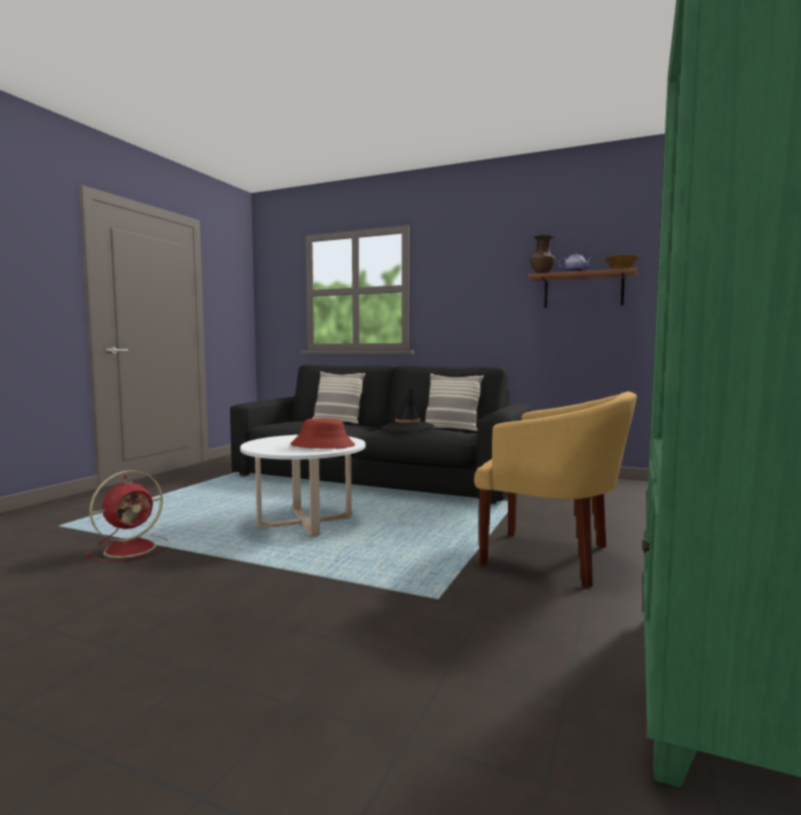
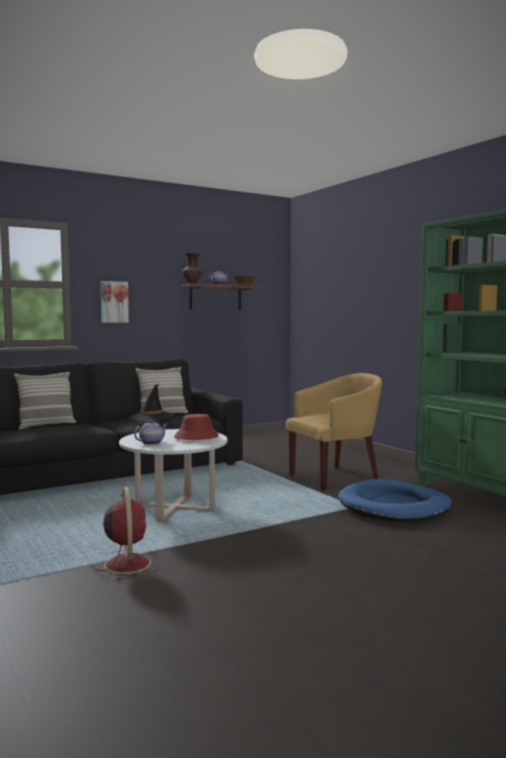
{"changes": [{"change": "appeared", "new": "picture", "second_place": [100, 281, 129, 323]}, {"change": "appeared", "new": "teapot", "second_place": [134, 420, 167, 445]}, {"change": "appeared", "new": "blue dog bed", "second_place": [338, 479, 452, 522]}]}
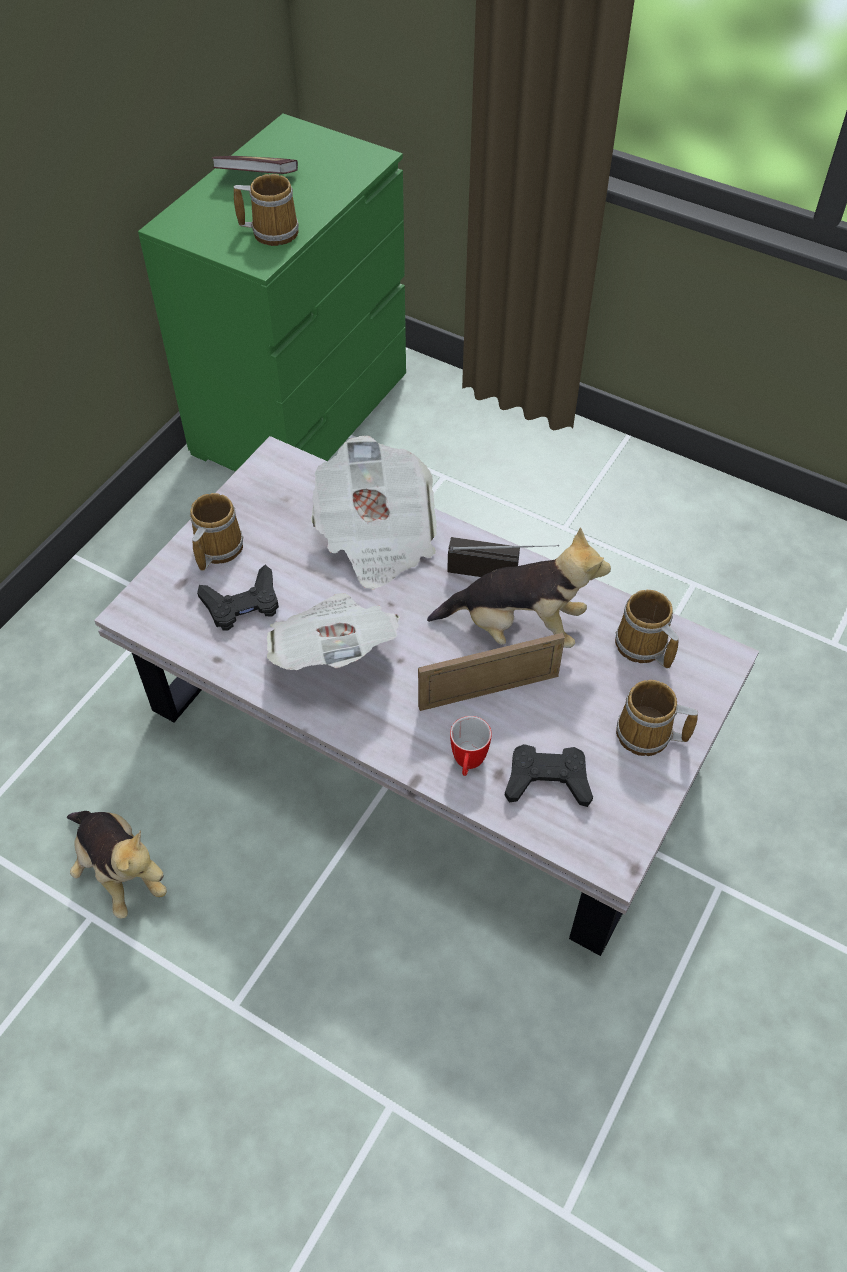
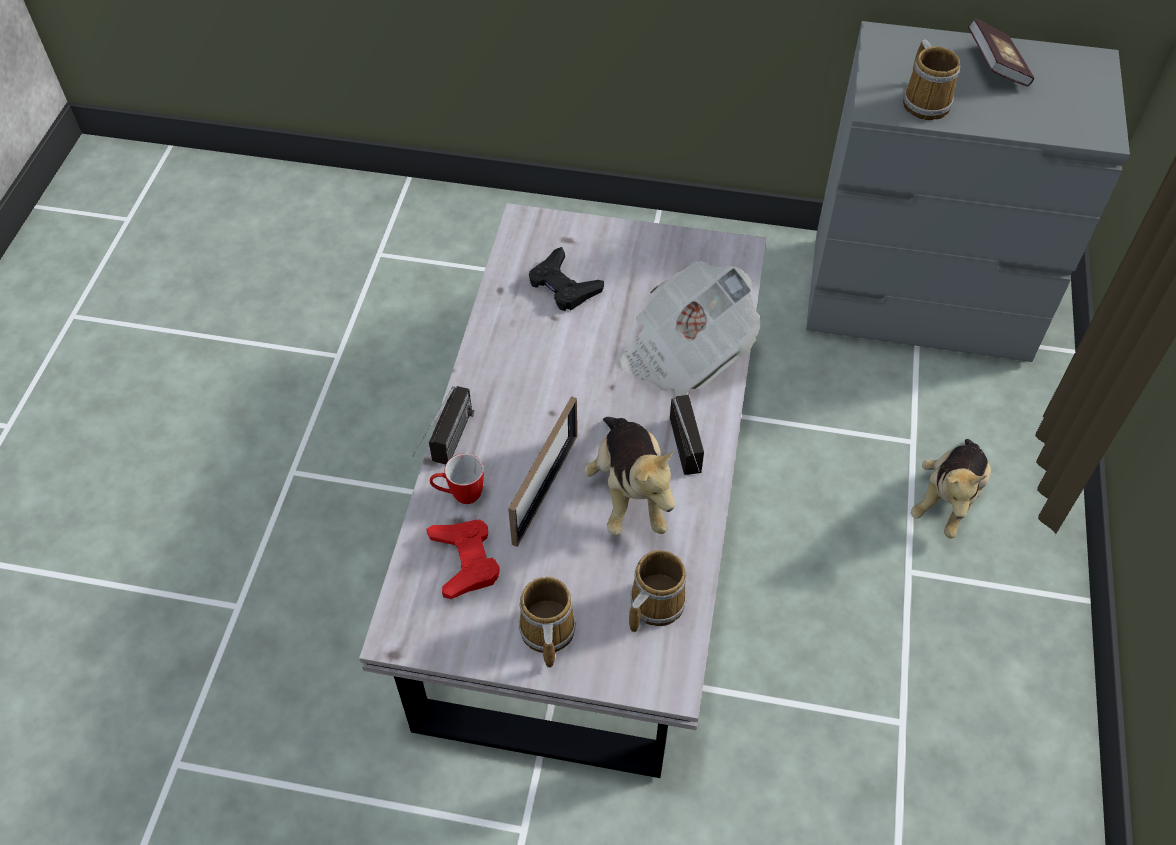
{"changes": [{"change": "appeared", "new": "radio", "second_place": [412, 386, 474, 464]}, {"change": "colour", "old": "black game controller", "new": "red game controller", "first_place": [505, 744, 593, 807], "second_place": [426, 520, 500, 599]}, {"change": "spun", "old": "picture frame", "first_place": [418, 633, 565, 711], "second_place": [508, 396, 577, 547], "degrees": 60}, {"change": "colour", "old": "green dresser", "new": "grey dresser", "first_place": [138, 114, 406, 472], "second_place": [806, 21, 1130, 362]}, {"change": "relocated", "old": "plush toy", "first_place": [67, 811, 167, 919], "second_place": [911, 439, 991, 538]}, {"change": "missing", "old": "mug", "first_place": [190, 493, 243, 571]}, {"change": "missing", "old": "newspaper", "first_place": [267, 593, 400, 670]}]}
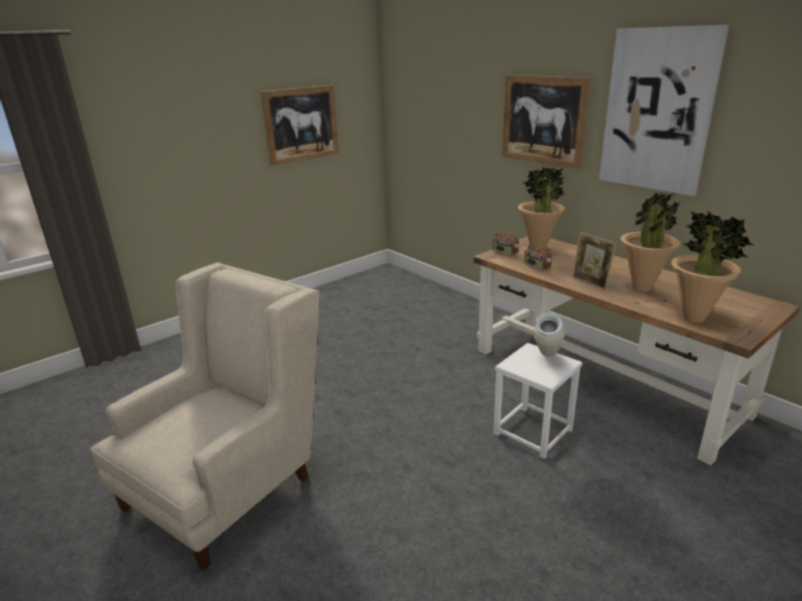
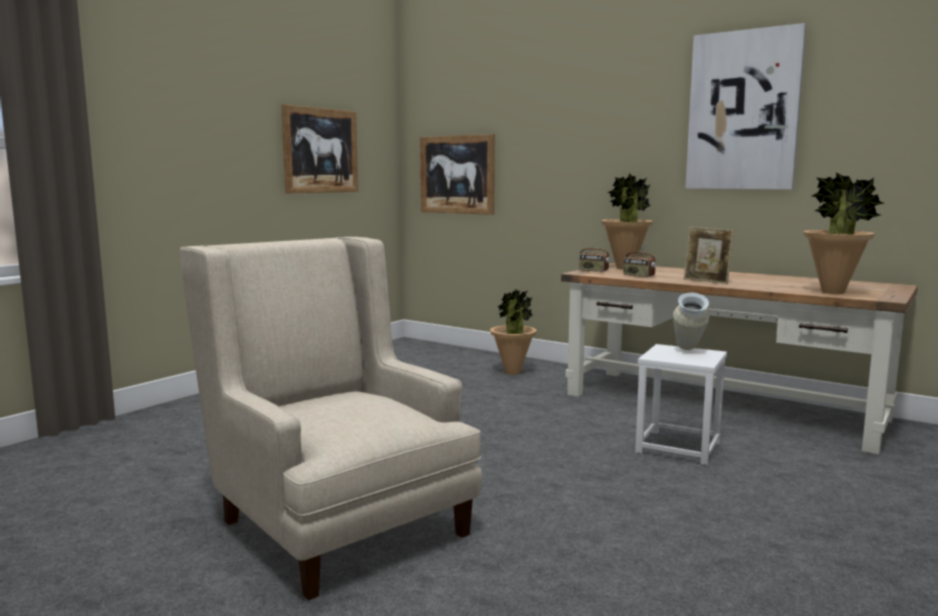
{"changes": [{"change": "spun", "old": "beige armchair", "first_place": [91, 262, 320, 570], "second_place": [179, 237, 482, 600], "degrees": -60}, {"change": "relocated", "old": "picture", "first_place": [502, 75, 591, 169], "second_place": [420, 134, 495, 215]}, {"change": "relocated", "old": "potted plant", "first_place": [621, 192, 681, 292], "second_place": [490, 289, 537, 375]}]}
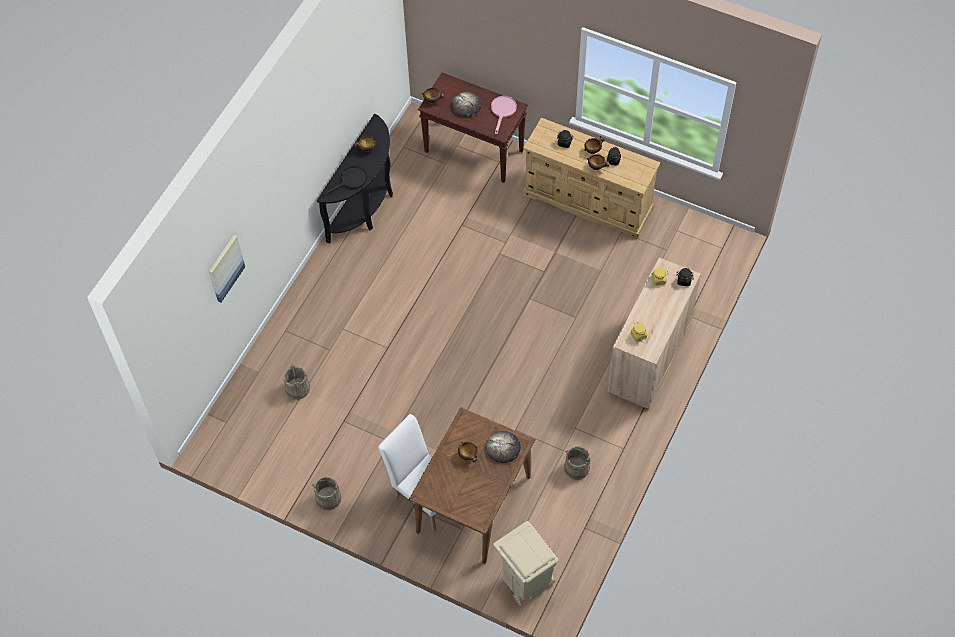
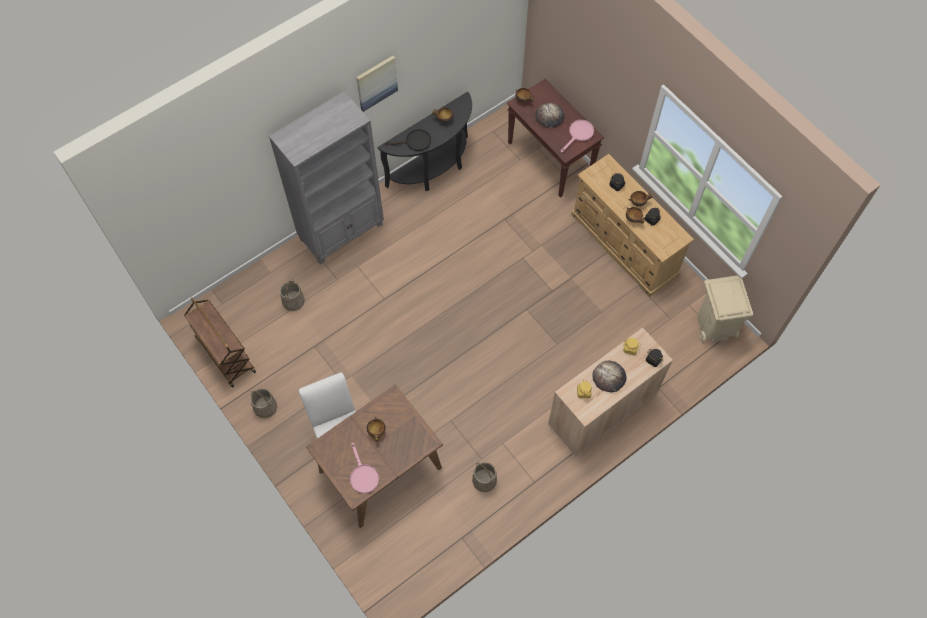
{"changes": [{"change": "appeared", "new": "brown cart", "second_place": [184, 298, 256, 388]}, {"change": "appeared", "new": "grey bookcase", "second_place": [269, 91, 384, 264]}, {"change": "appeared", "new": "pink frying pan", "second_place": [350, 443, 379, 493]}, {"change": "relocated", "old": "picture", "first_place": [209, 235, 245, 302], "second_place": [356, 56, 398, 112]}, {"change": "relocated", "old": "bread", "first_place": [486, 431, 521, 463], "second_place": [592, 361, 627, 392]}, {"change": "relocated", "old": "beige trash can", "first_place": [493, 521, 559, 606], "second_place": [697, 275, 753, 343]}]}
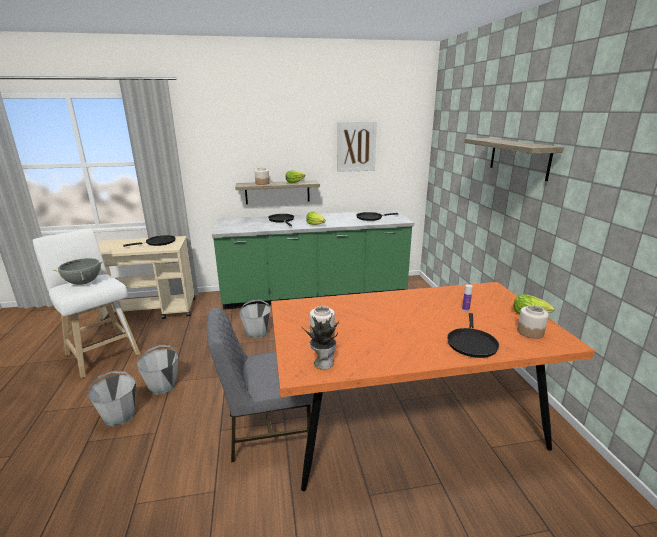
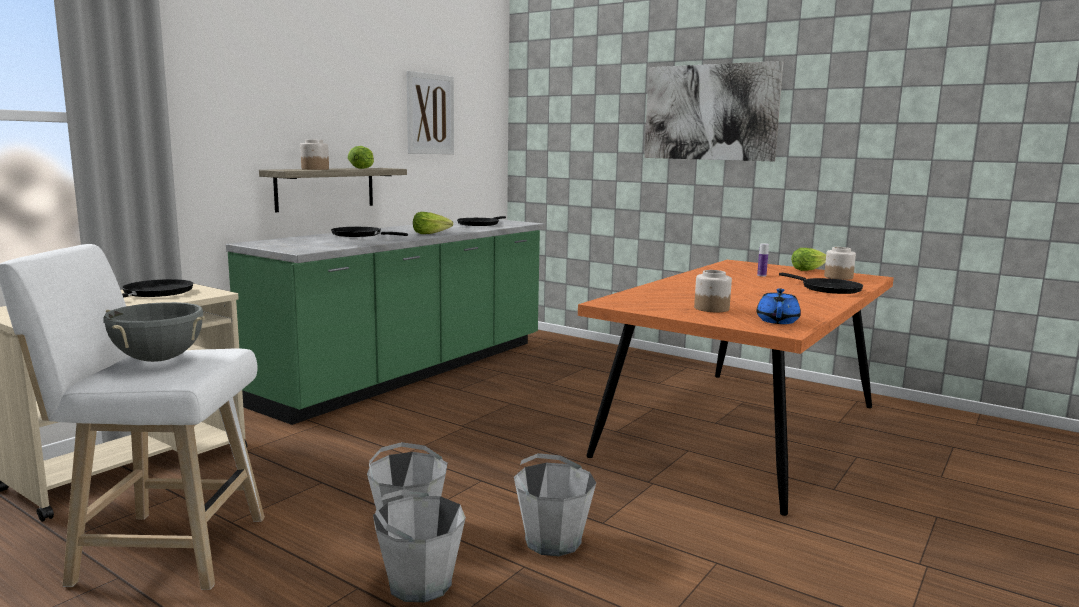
{"changes": [{"change": "relocated", "old": "grey bucket", "first_place": [239, 300, 271, 339], "second_place": [514, 453, 596, 556]}, {"change": "exchanged", "old": "shelf", "new": "picture", "first_place": [465, 138, 564, 181], "second_place": [644, 61, 784, 161]}, {"change": "exchanged", "old": "potted plant", "new": "blue teapot", "first_place": [301, 313, 339, 370], "second_place": [757, 289, 801, 324]}, {"change": "missing", "old": "grey chair", "first_place": [207, 307, 313, 463]}]}
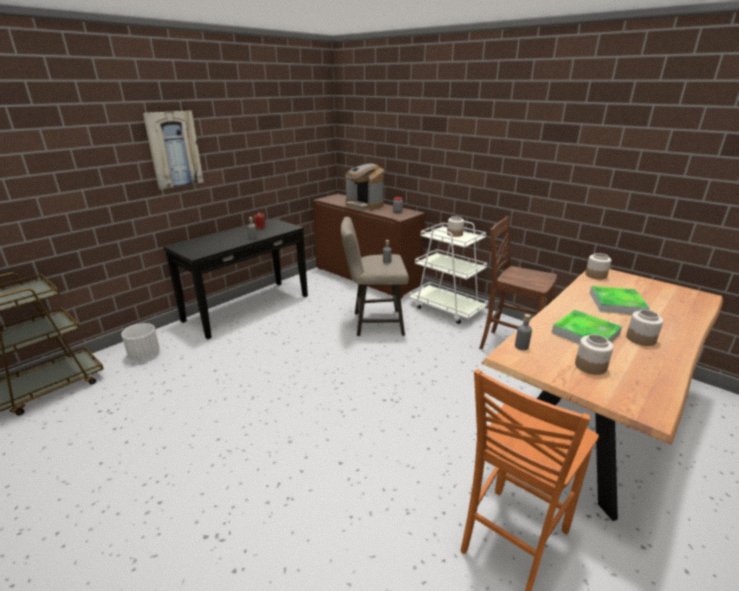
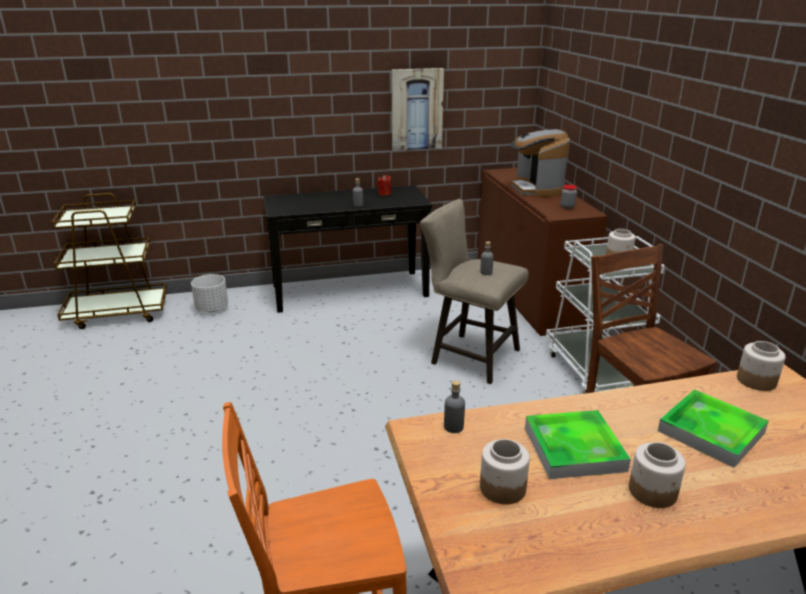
{"changes": [{"change": "relocated", "old": "picture", "first_place": [143, 111, 204, 189], "second_place": [391, 68, 444, 151]}]}
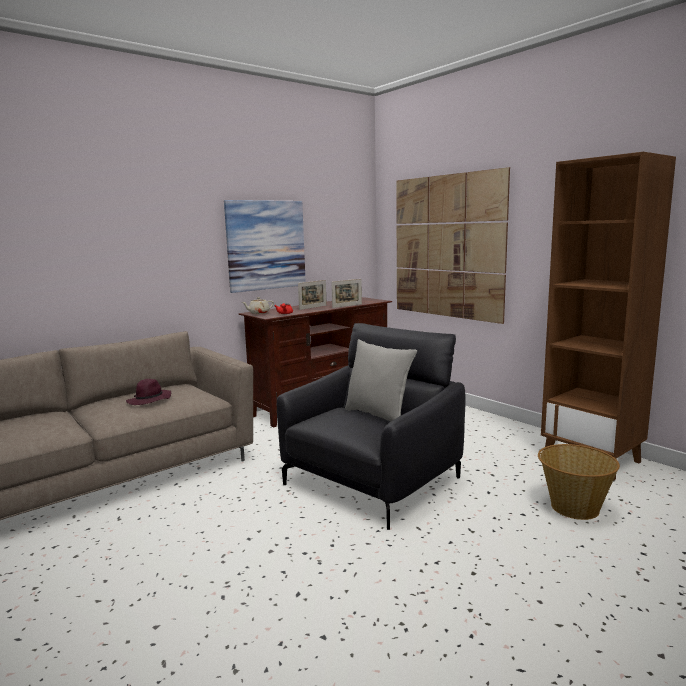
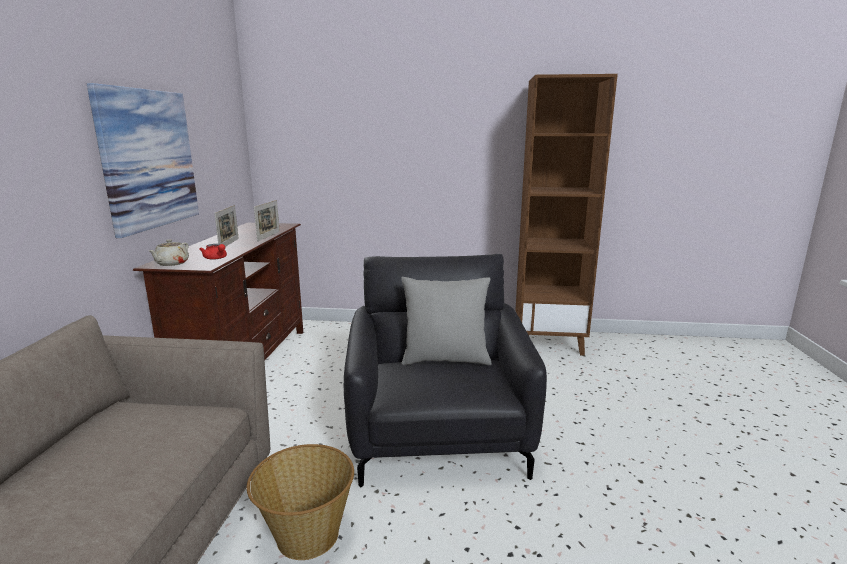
{"changes": [{"change": "relocated", "old": "basket", "first_place": [538, 444, 620, 520], "second_place": [247, 444, 354, 560]}, {"change": "missing", "old": "purple hat", "first_place": [126, 379, 171, 405]}, {"change": "missing", "old": "picture", "first_place": [396, 167, 510, 324]}]}
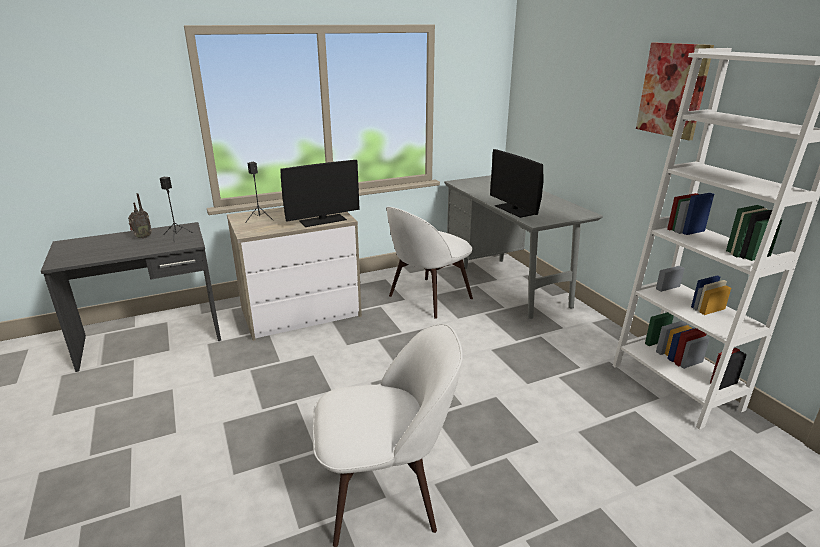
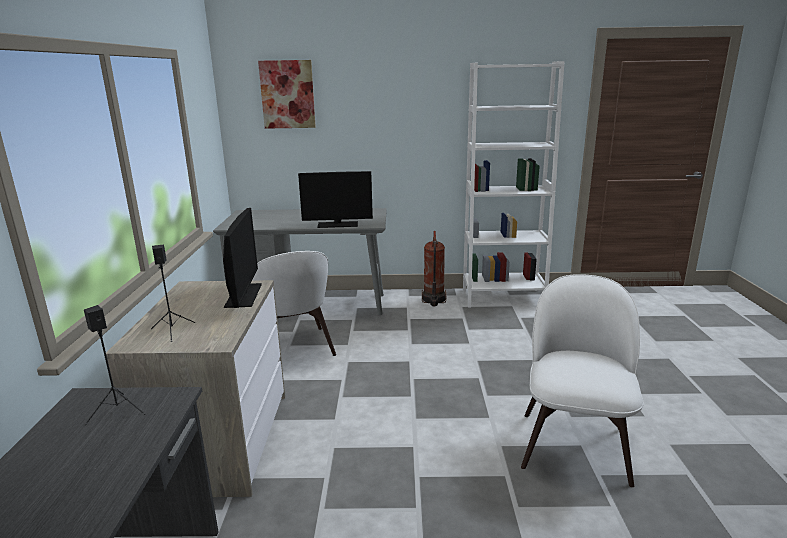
{"changes": [{"change": "relocated", "old": "picture", "first_place": [636, 43, 714, 141], "second_place": [258, 60, 316, 129]}, {"change": "appeared", "new": "fire extinguisher", "second_place": [422, 231, 446, 306]}, {"change": "missing", "old": "radio", "first_place": [128, 193, 152, 239]}]}
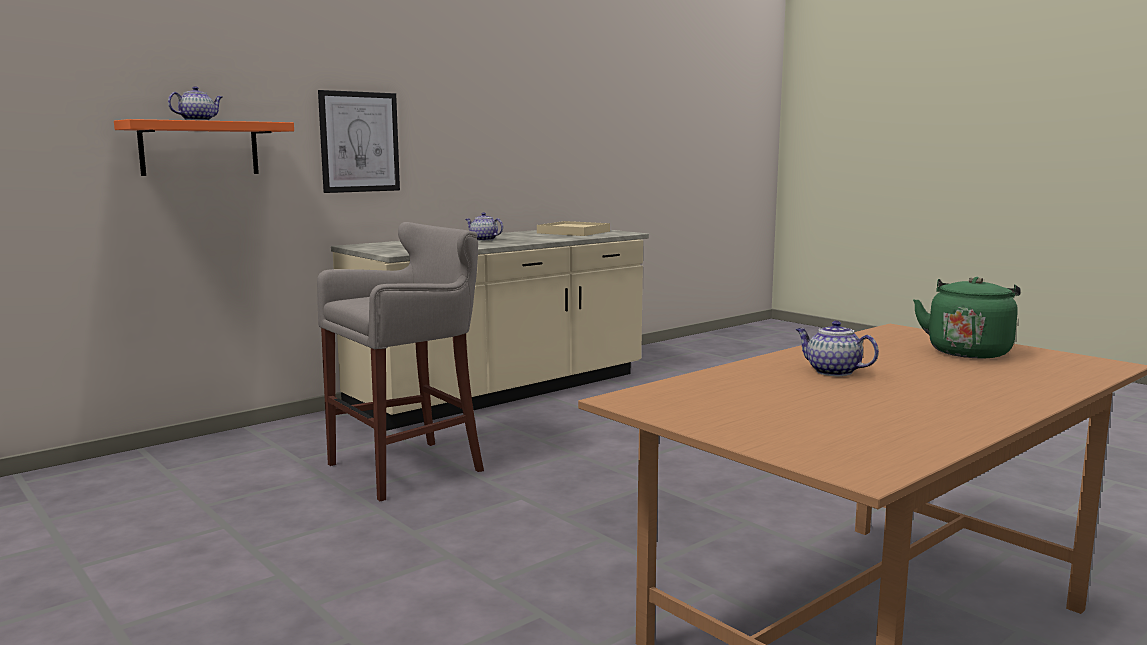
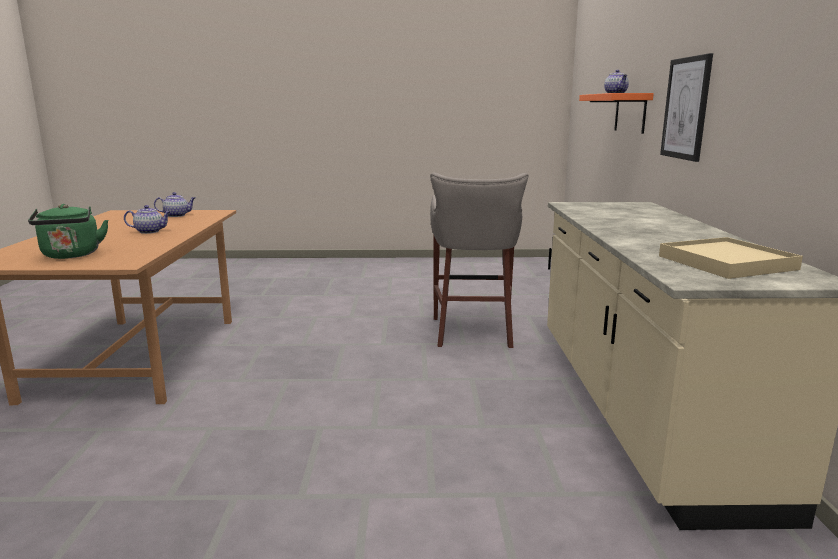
{"changes": [{"change": "relocated", "old": "teapot", "first_place": [465, 212, 503, 241], "second_place": [154, 192, 195, 217]}]}
